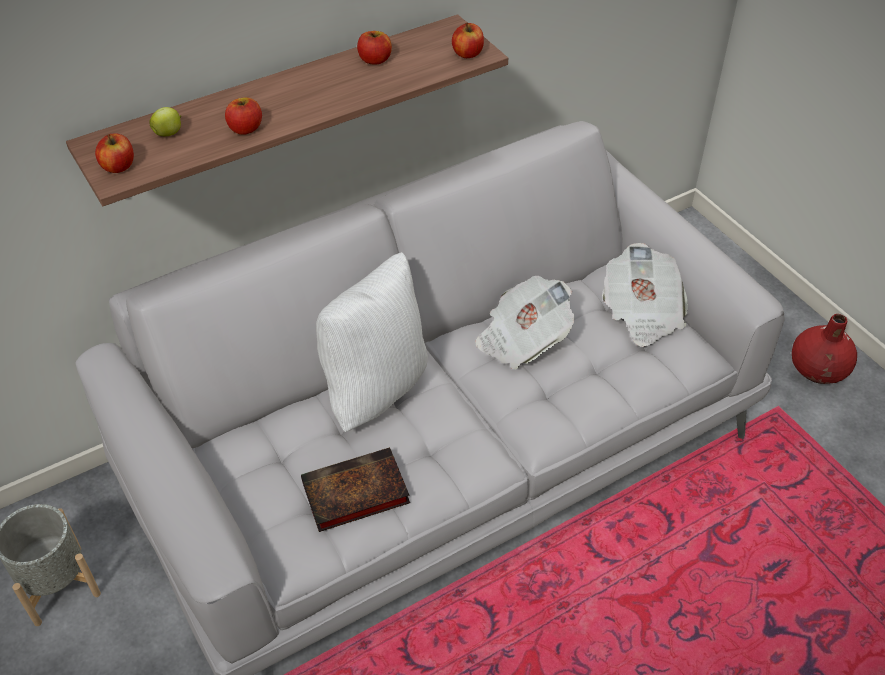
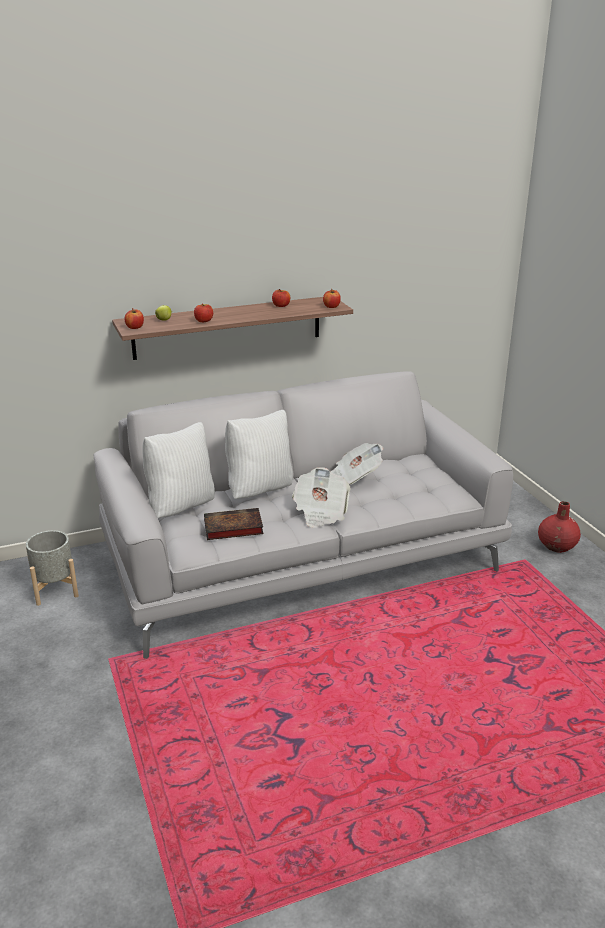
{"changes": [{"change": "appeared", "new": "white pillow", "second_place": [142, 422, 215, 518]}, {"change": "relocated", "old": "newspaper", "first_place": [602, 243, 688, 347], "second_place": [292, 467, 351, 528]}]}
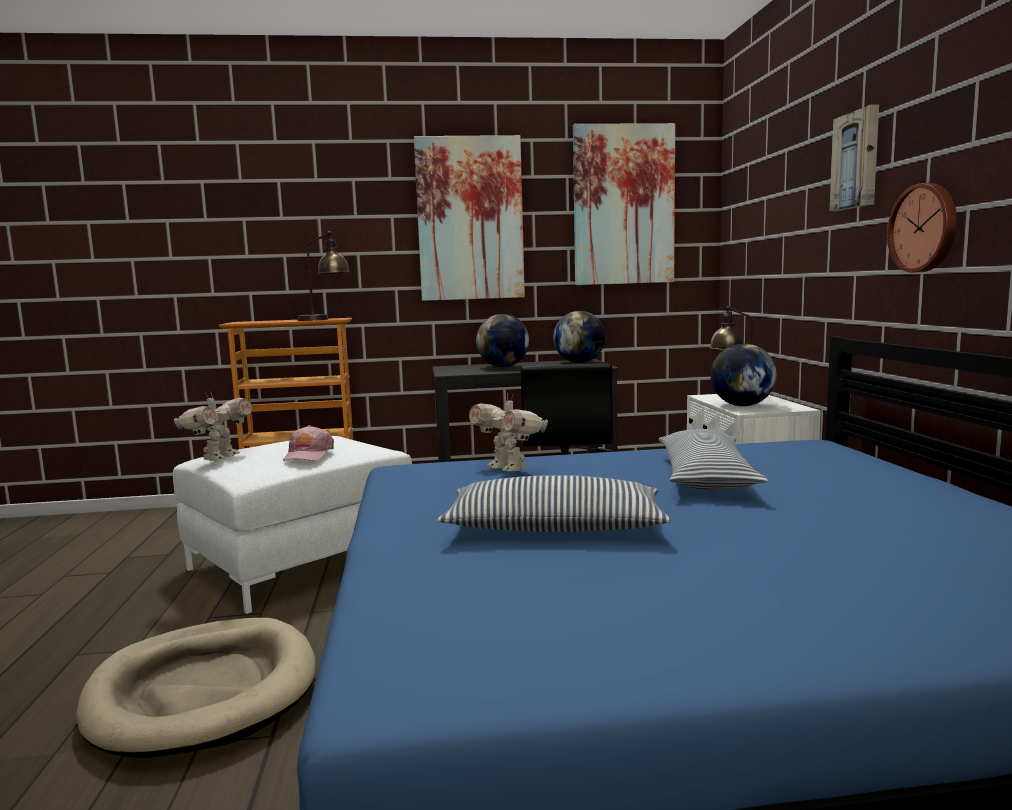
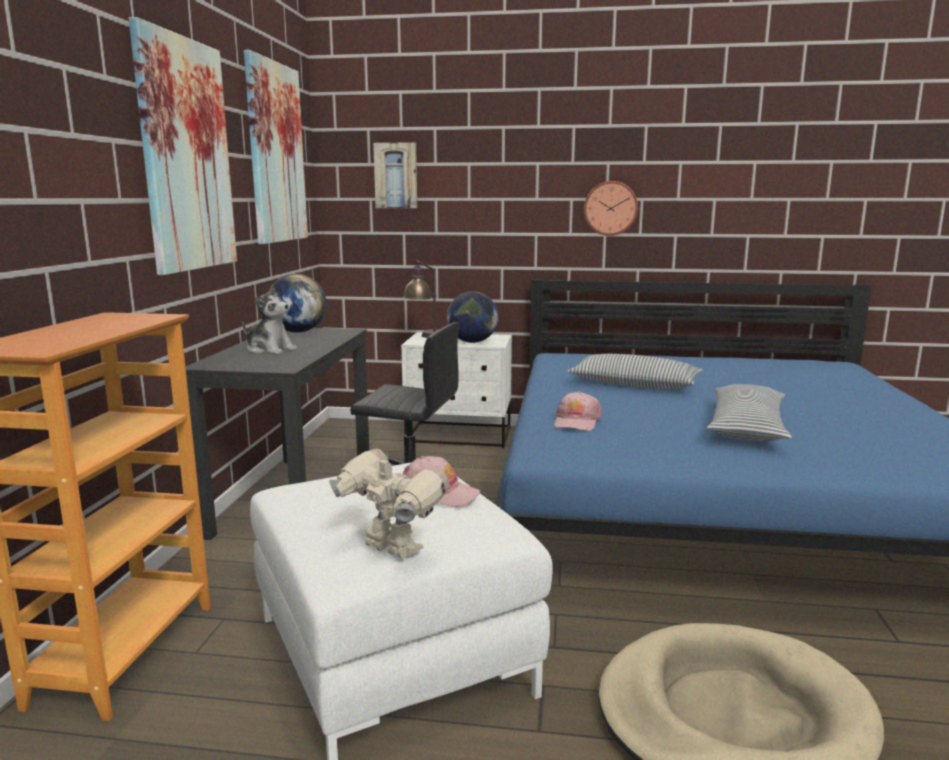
{"changes": [{"change": "exchanged", "old": "globe", "new": "plush toy", "first_place": [476, 314, 529, 367], "second_place": [242, 285, 297, 355]}, {"change": "relocated", "old": "picture", "first_place": [830, 105, 879, 211], "second_place": [373, 142, 417, 208]}, {"change": "exchanged", "old": "toy robot", "new": "pink cap", "first_place": [469, 395, 548, 471], "second_place": [554, 391, 602, 431]}, {"change": "missing", "old": "table lamp", "first_place": [297, 231, 350, 321]}]}
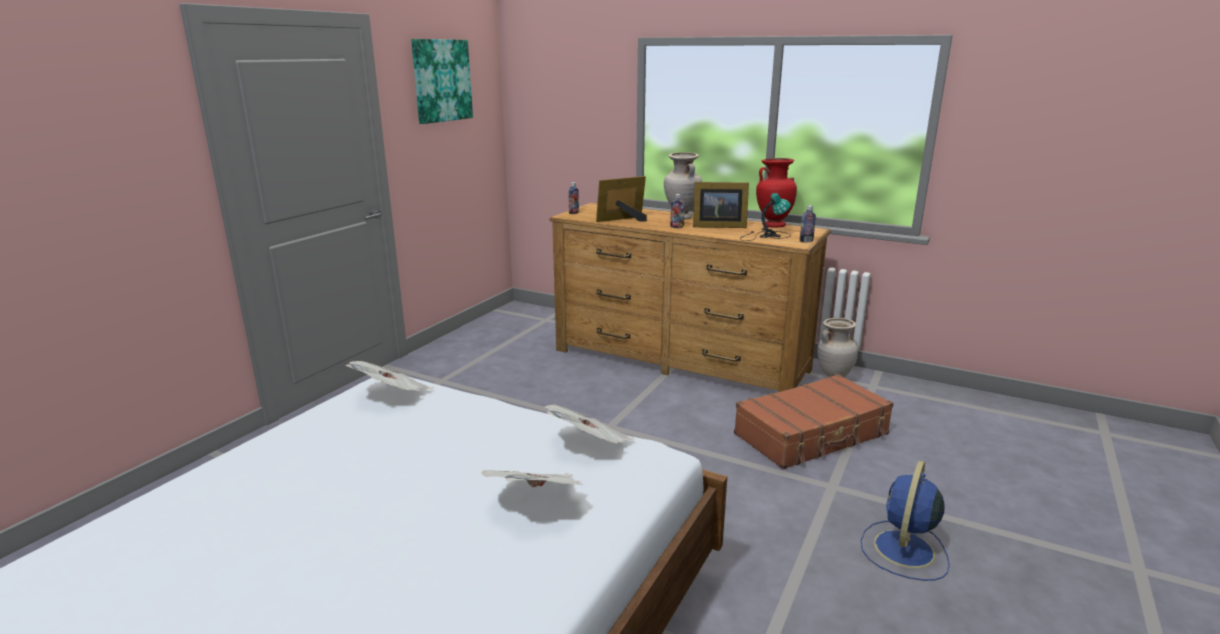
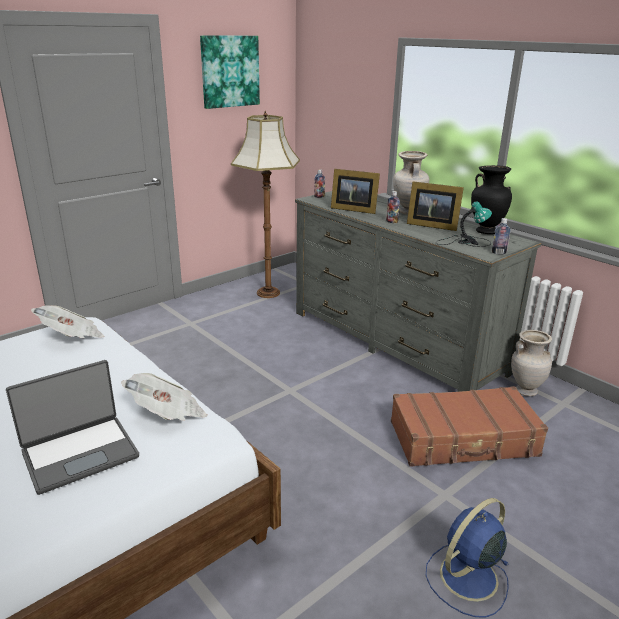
{"changes": [{"change": "exchanged", "old": "newspaper", "new": "laptop", "first_place": [482, 470, 583, 487], "second_place": [6, 360, 139, 495]}, {"change": "appeared", "new": "floor lamp", "second_place": [231, 111, 300, 298]}, {"change": "colour", "old": "brown dresser", "new": "grey dresser", "first_place": [550, 203, 831, 392], "second_place": [295, 191, 542, 392]}, {"change": "spun", "old": "picture frame", "first_place": [596, 176, 647, 222], "second_place": [331, 169, 380, 214], "degrees": -150}, {"change": "colour", "old": "red vase", "new": "black vase", "first_place": [756, 158, 797, 228], "second_place": [471, 165, 512, 234]}]}
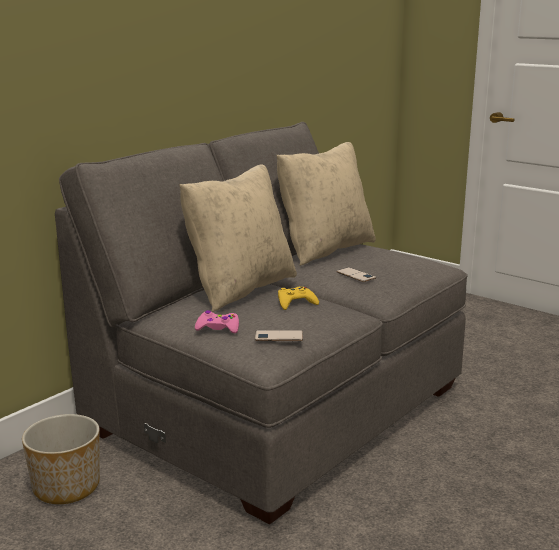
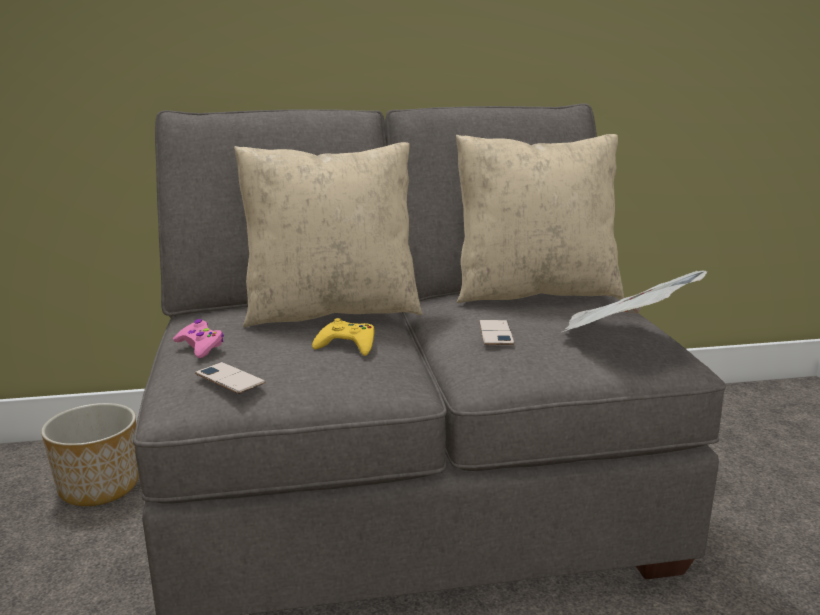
{"changes": [{"change": "appeared", "new": "newspaper", "second_place": [562, 270, 707, 332]}]}
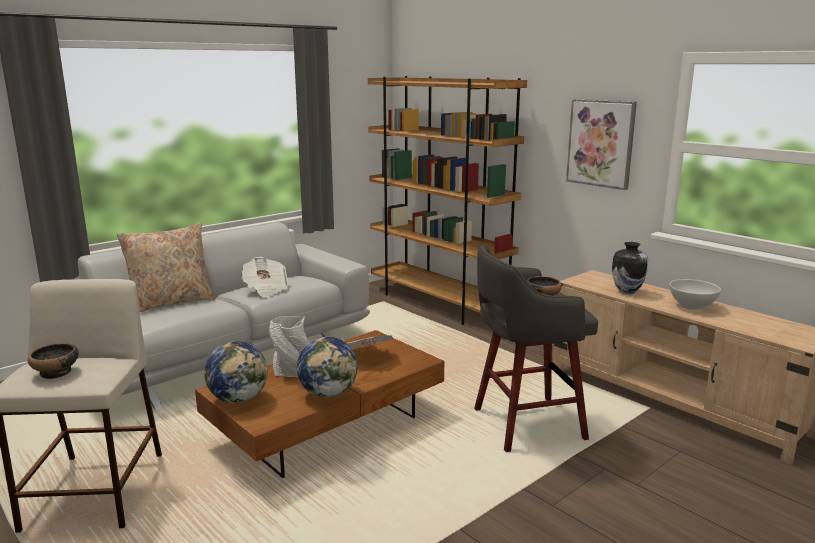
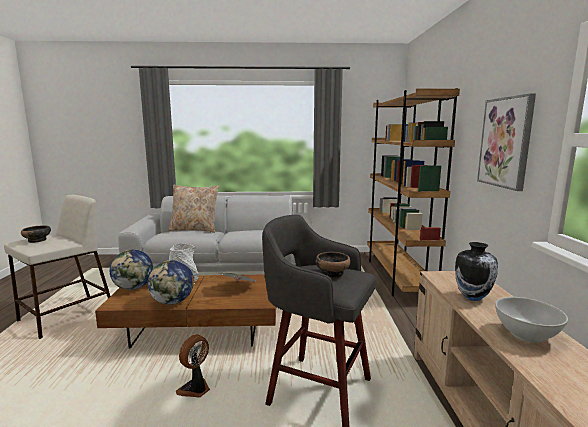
{"changes": [{"change": "appeared", "new": "fan", "second_place": [176, 334, 210, 398]}, {"change": "missing", "old": "newspaper", "first_place": [241, 257, 288, 297]}]}
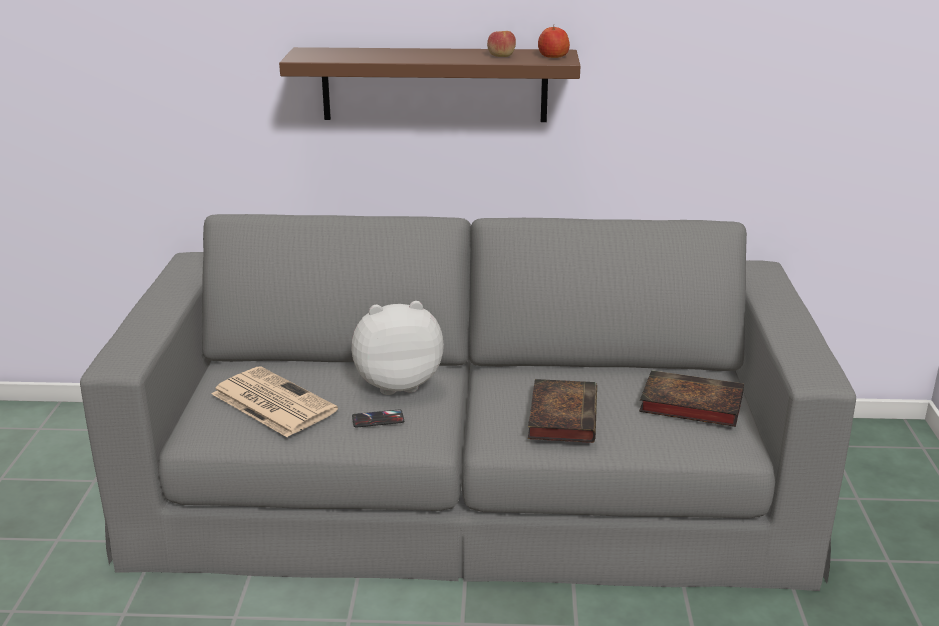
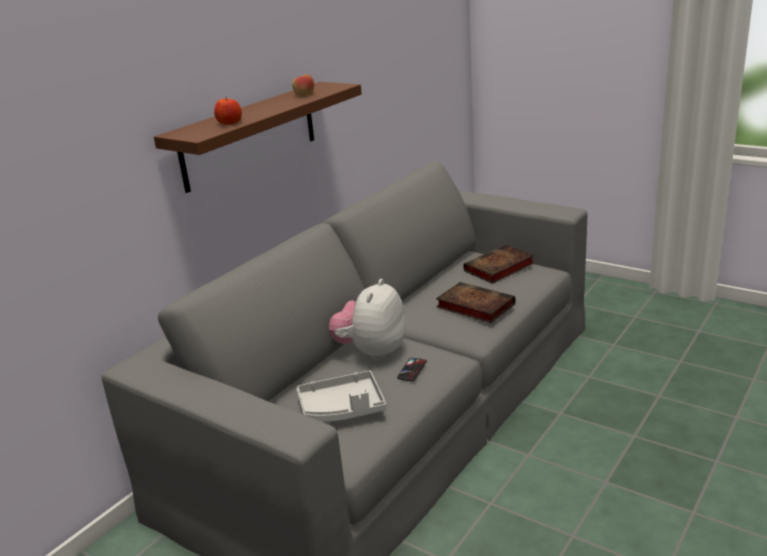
{"changes": [{"change": "relocated", "old": "apple", "first_place": [538, 25, 570, 58], "second_place": [214, 99, 242, 125]}, {"change": "exchanged", "old": "newspaper", "new": "grey tray", "first_place": [212, 366, 338, 437], "second_place": [297, 371, 386, 422]}]}
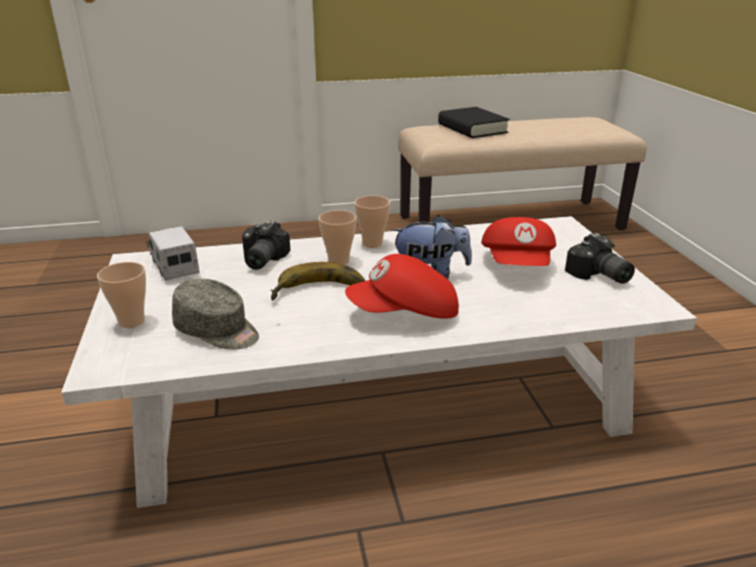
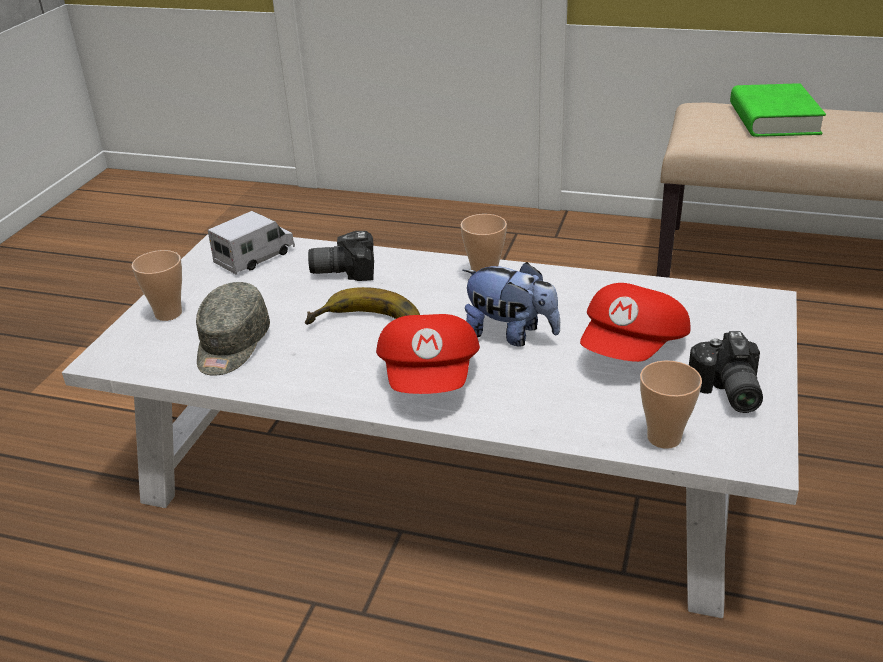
{"changes": [{"change": "spun", "old": "grey cap", "first_place": [172, 279, 259, 350], "second_place": [196, 282, 270, 376], "degrees": 45}, {"change": "spun", "old": "toy truck", "first_place": [146, 226, 200, 281], "second_place": [208, 211, 295, 275], "degrees": 45}, {"change": "spun", "old": "photo camera", "first_place": [242, 221, 291, 270], "second_place": [308, 231, 374, 281], "degrees": 45}, {"change": "spun", "old": "red cap", "first_place": [345, 254, 459, 319], "second_place": [376, 314, 480, 394], "degrees": -105}, {"change": "relocated", "old": "cup", "first_place": [319, 210, 356, 265], "second_place": [640, 360, 702, 449]}, {"change": "colour", "old": "black book", "new": "green book", "first_place": [438, 107, 510, 138], "second_place": [730, 83, 826, 137]}]}
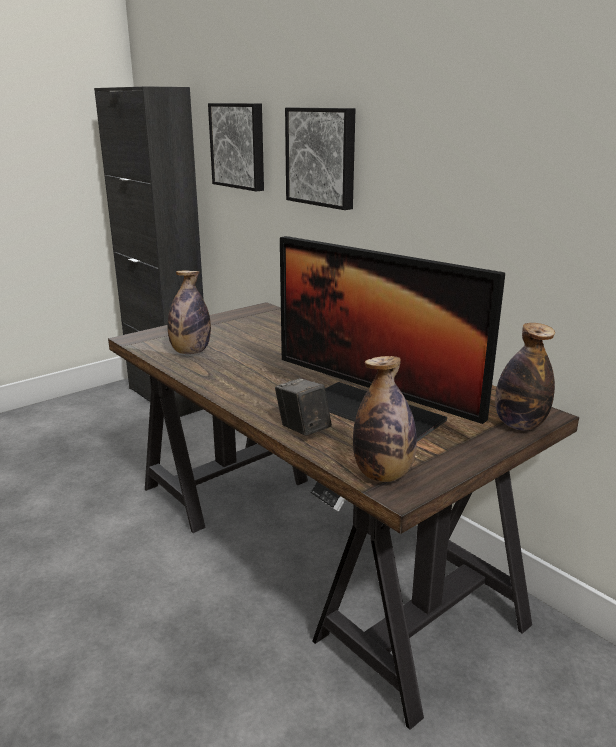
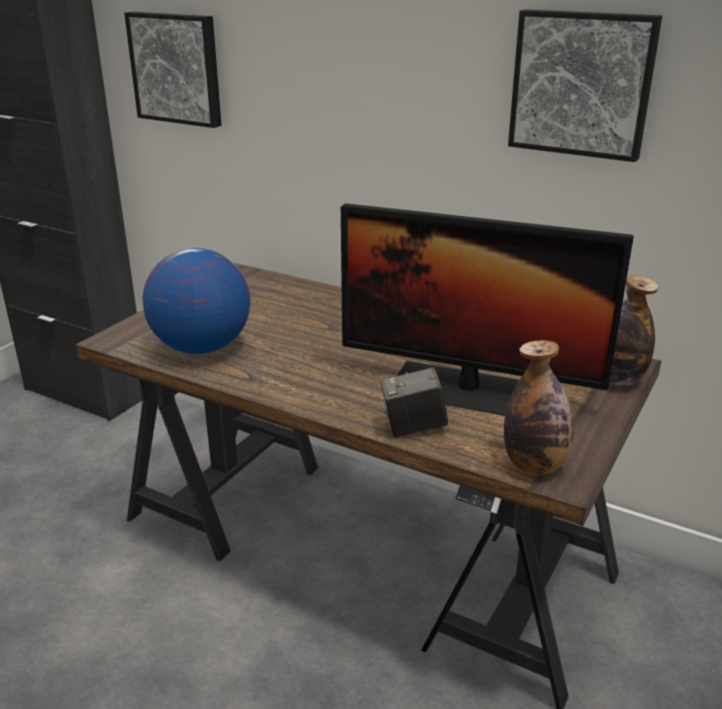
{"changes": [{"change": "exchanged", "old": "bottle", "new": "globe", "first_place": [168, 271, 211, 354], "second_place": [142, 248, 250, 354]}, {"change": "spun", "old": "photo camera", "first_place": [275, 378, 332, 436], "second_place": [381, 367, 448, 437], "degrees": -45}, {"change": "relocated", "old": "picture", "first_place": [285, 108, 355, 210], "second_place": [508, 9, 662, 162]}]}
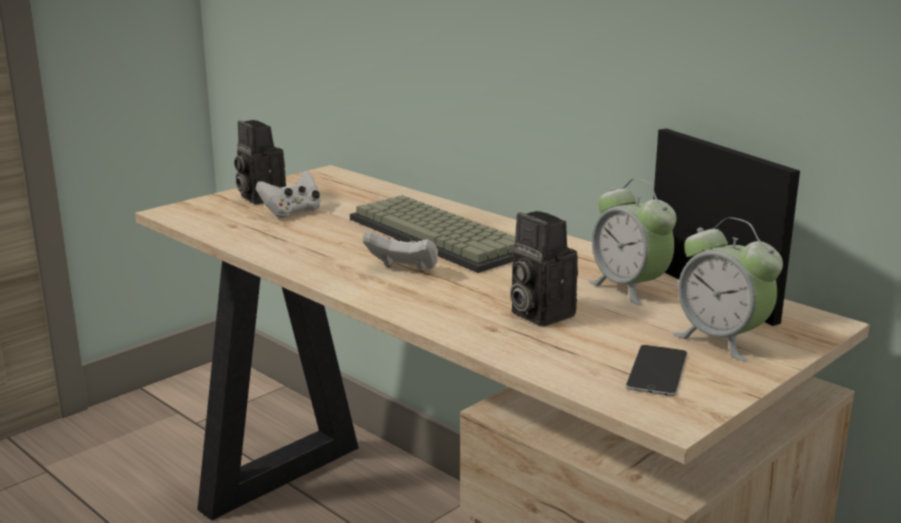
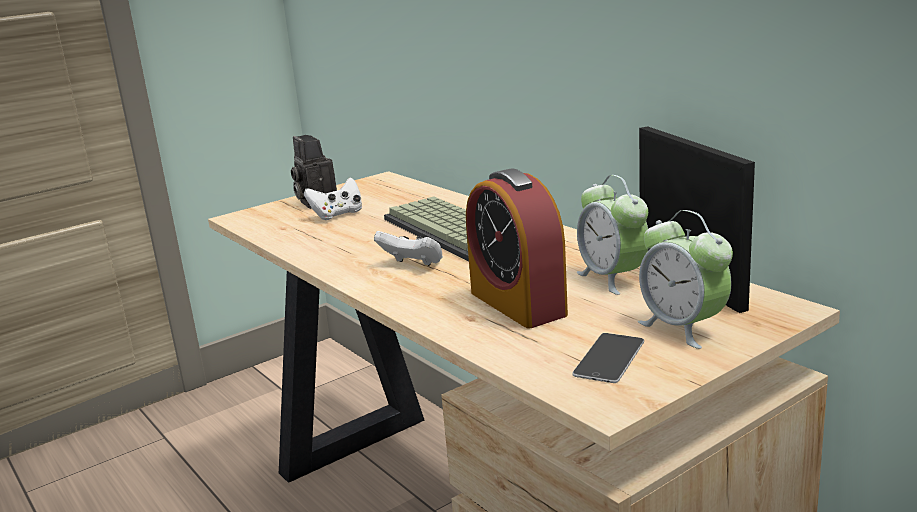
{"changes": [{"change": "exchanged", "old": "photo camera", "new": "alarm clock", "first_place": [510, 211, 578, 327], "second_place": [466, 168, 568, 328]}]}
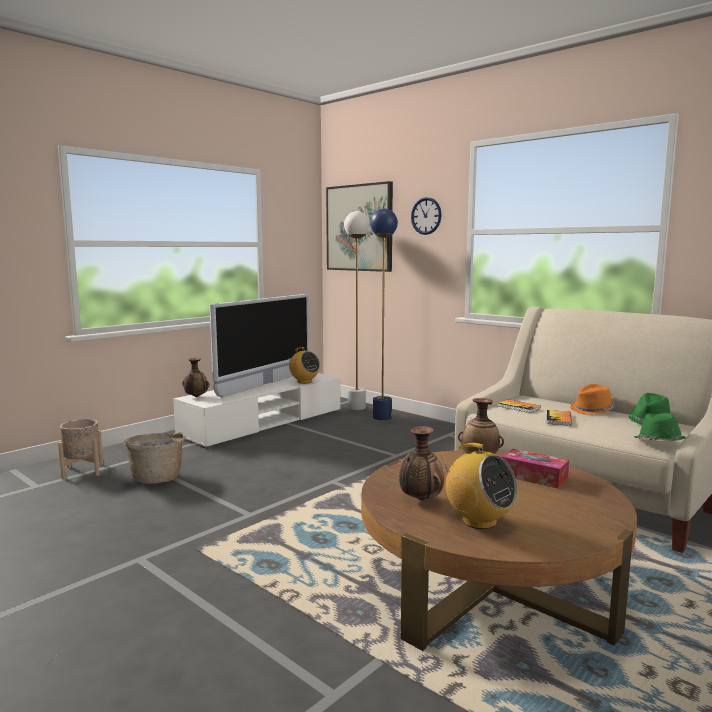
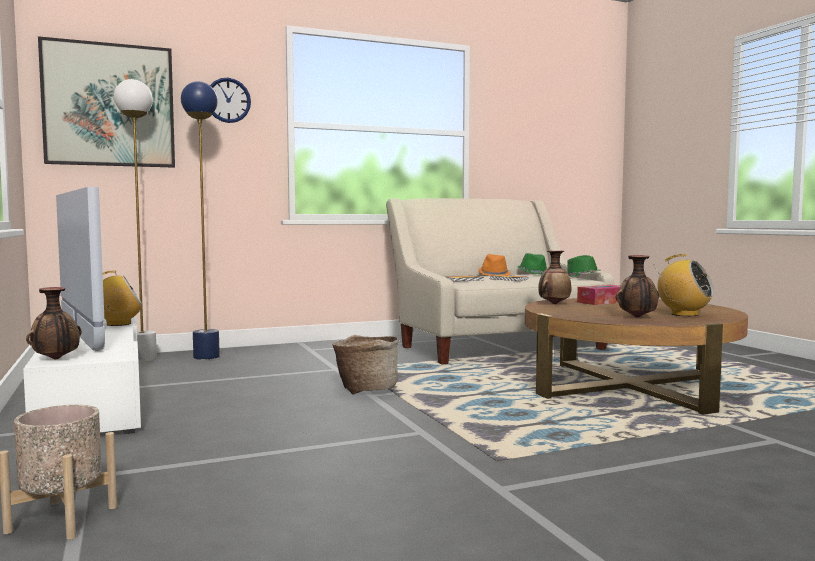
{"changes": [{"change": "relocated", "old": "basket", "first_place": [124, 432, 185, 484], "second_place": [332, 335, 399, 395]}, {"change": "spun", "old": "radio", "first_place": [440, 443, 517, 529], "second_place": [654, 254, 714, 317], "degrees": 60}]}
